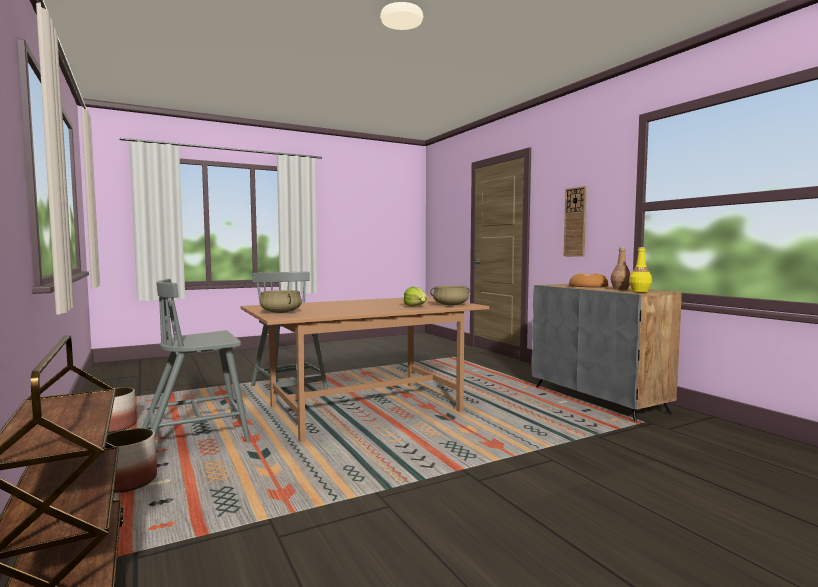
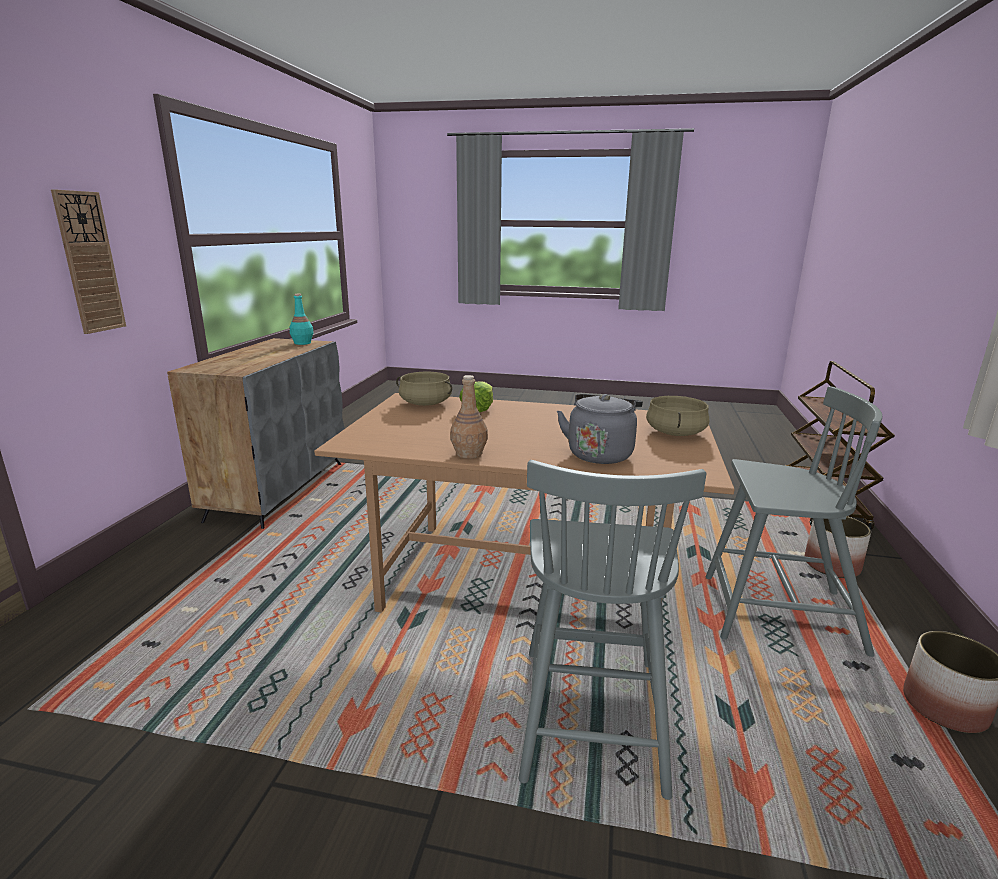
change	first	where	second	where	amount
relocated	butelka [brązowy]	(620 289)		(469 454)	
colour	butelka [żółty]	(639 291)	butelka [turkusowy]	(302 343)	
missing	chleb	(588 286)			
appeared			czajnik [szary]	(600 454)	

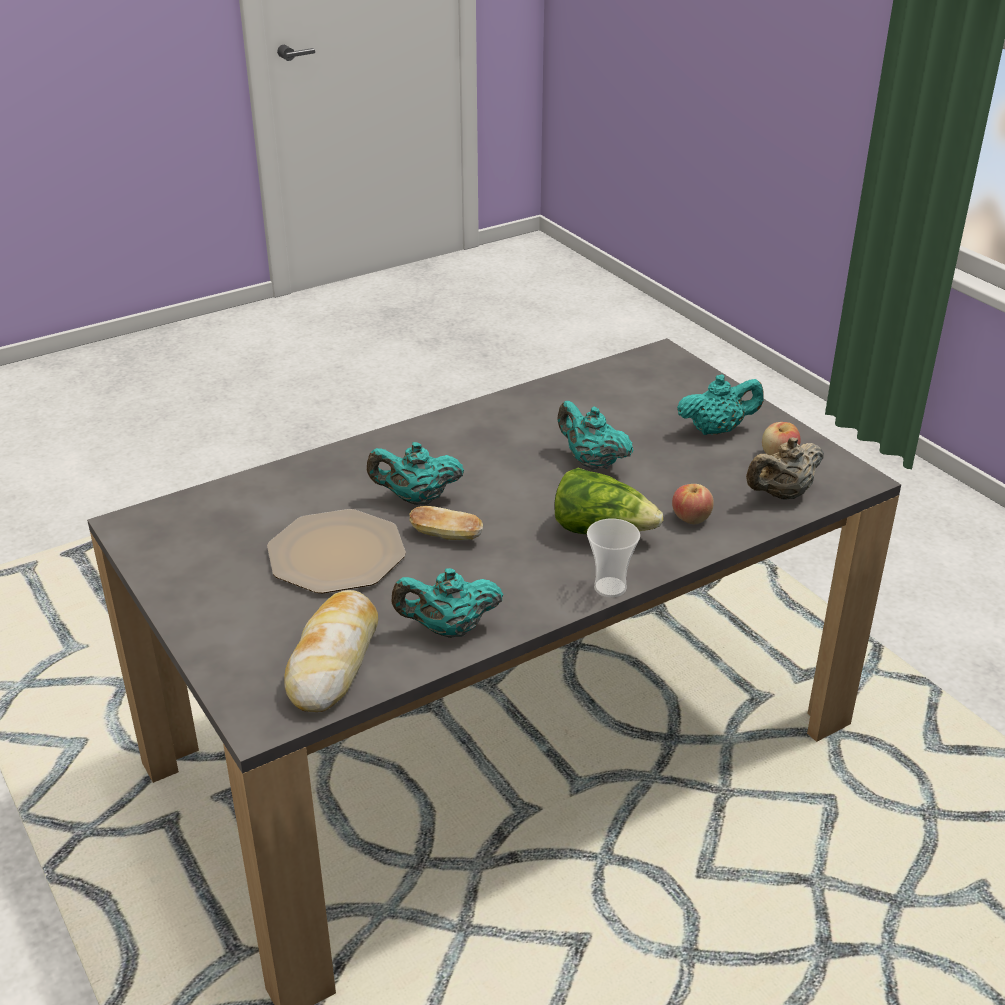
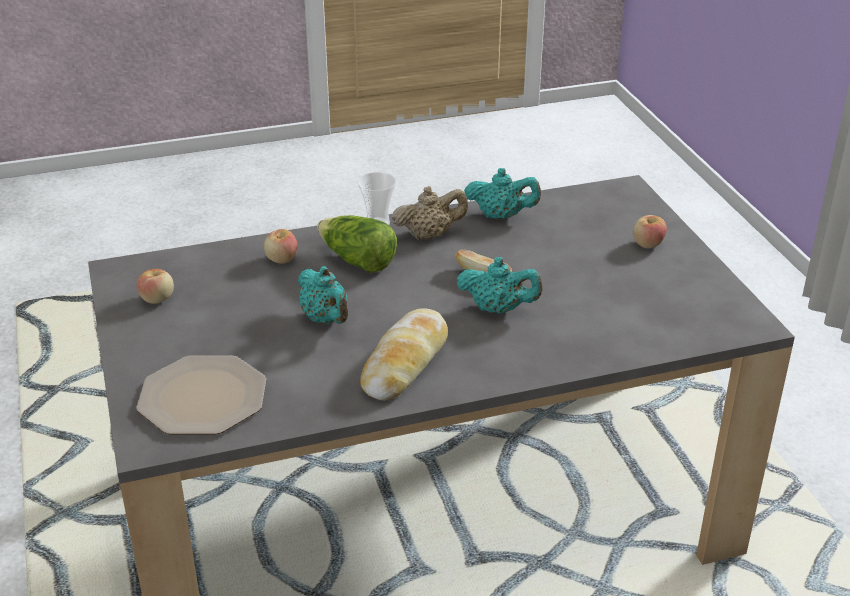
change	first	where	second	where	amount
missing	imbryk [turkusowy]	(717 430)			
relocated	imbryk [beżowy]	(782 494)		(429 235)	
relocated	talerz	(336 553)		(202 398)	
relocated	chleb	(334 660)		(405 363)	
appeared			jabłko	(647 244)	

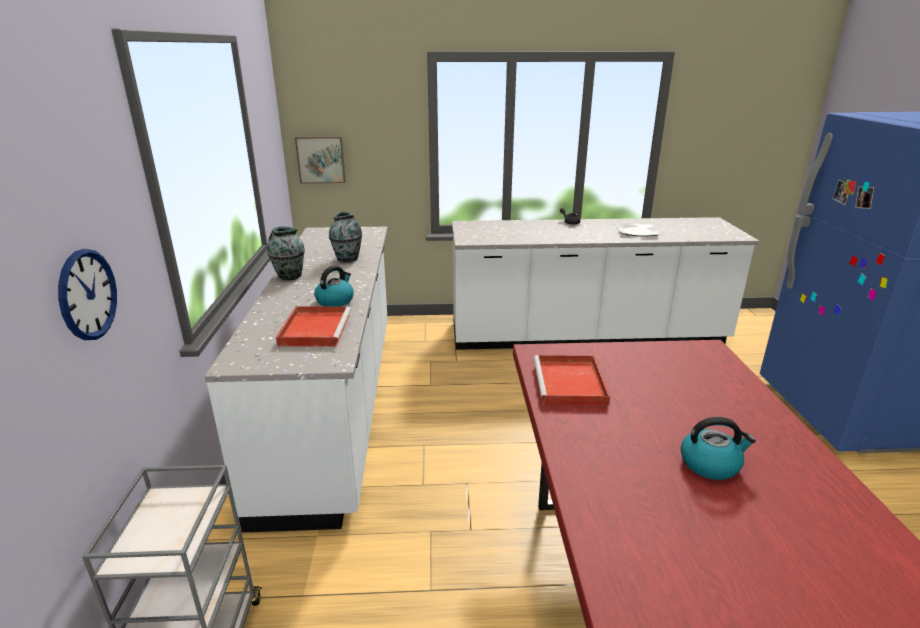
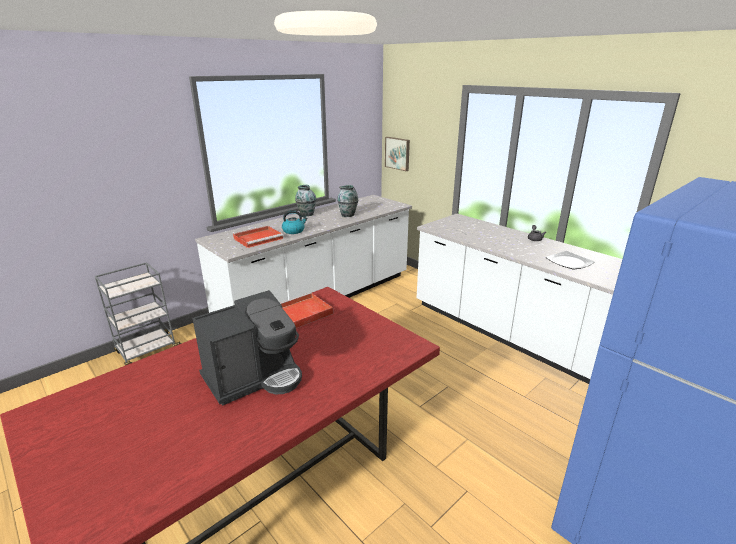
change	first	where	second	where	amount
missing	zegar ścienny	(88 294)			
exchanged	czajnik	(710 464)	ekspres do kawy	(254 377)	

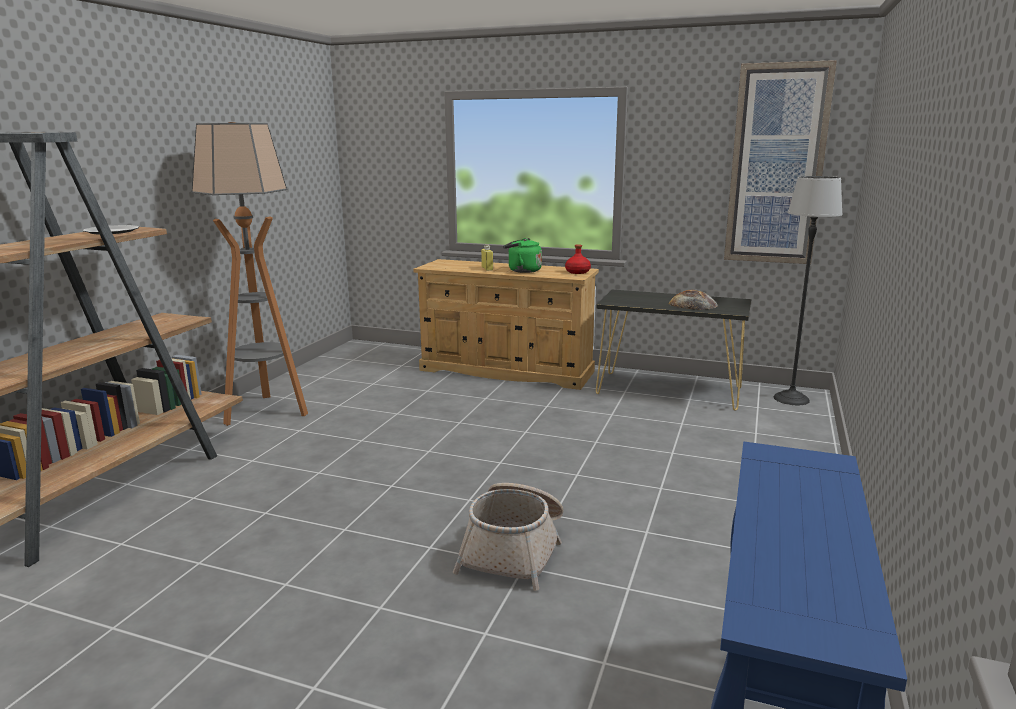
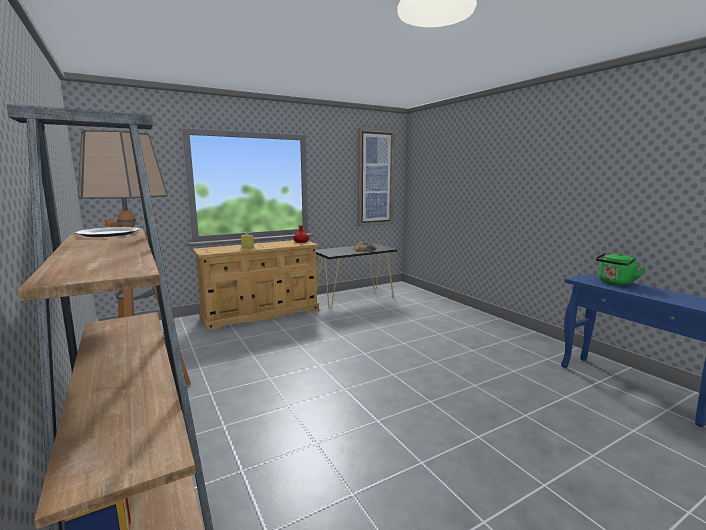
change	first	where	second	where	amount
missing	lampa stojąca	(791 399)			
relocated	czajnik [zielony]	(522 271)		(615 283)	
missing	koszyk	(514 550)			

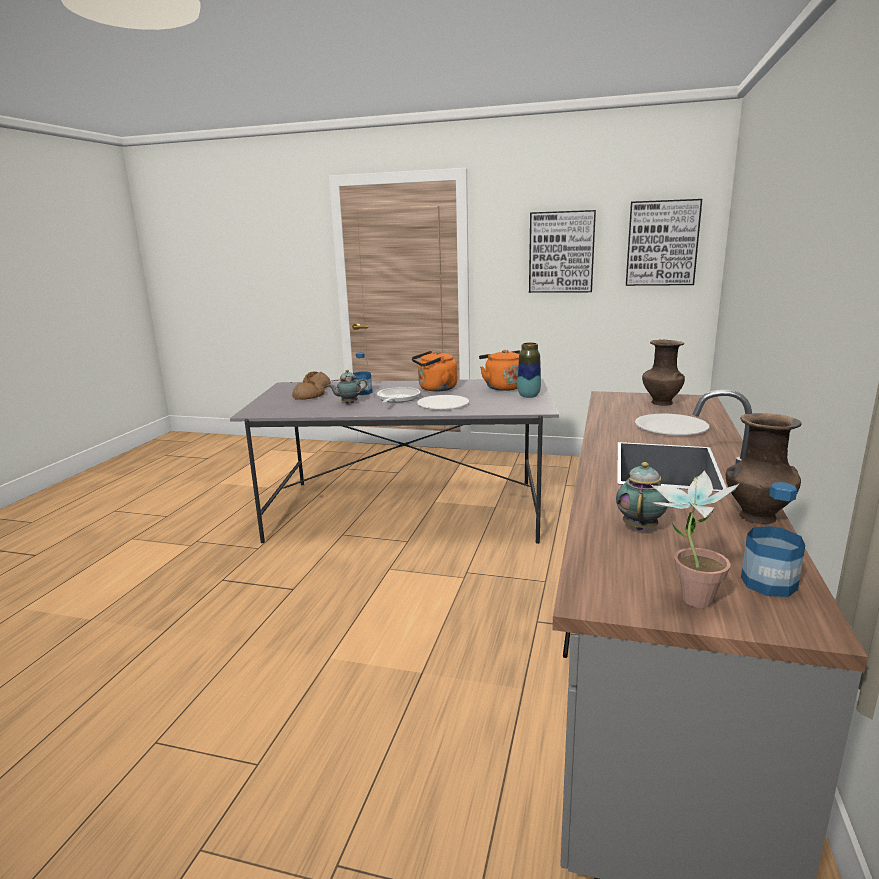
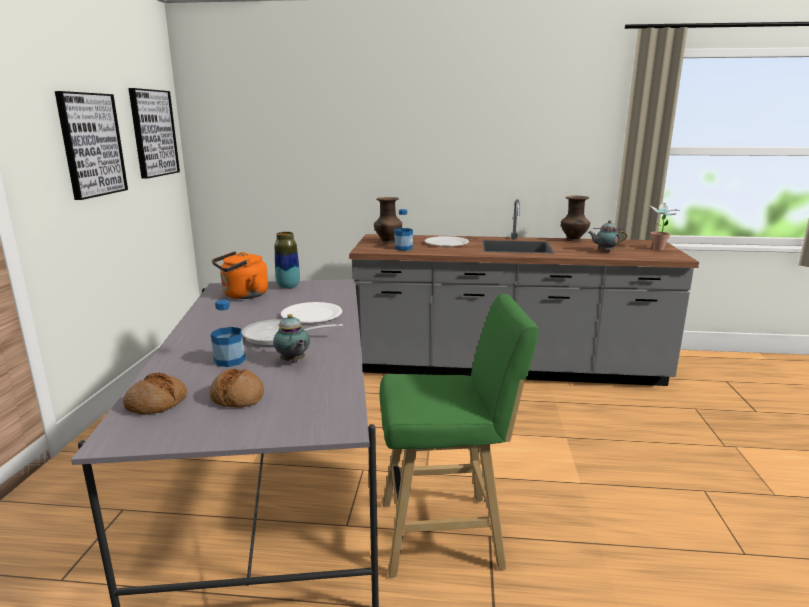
change	first	where	second	where	amount
missing	czajnik [pomarańczowy]	(435 389)			
relocated	butelka	(768 583)		(403 248)	
appeared			stołek [zielony]	(447 534)	

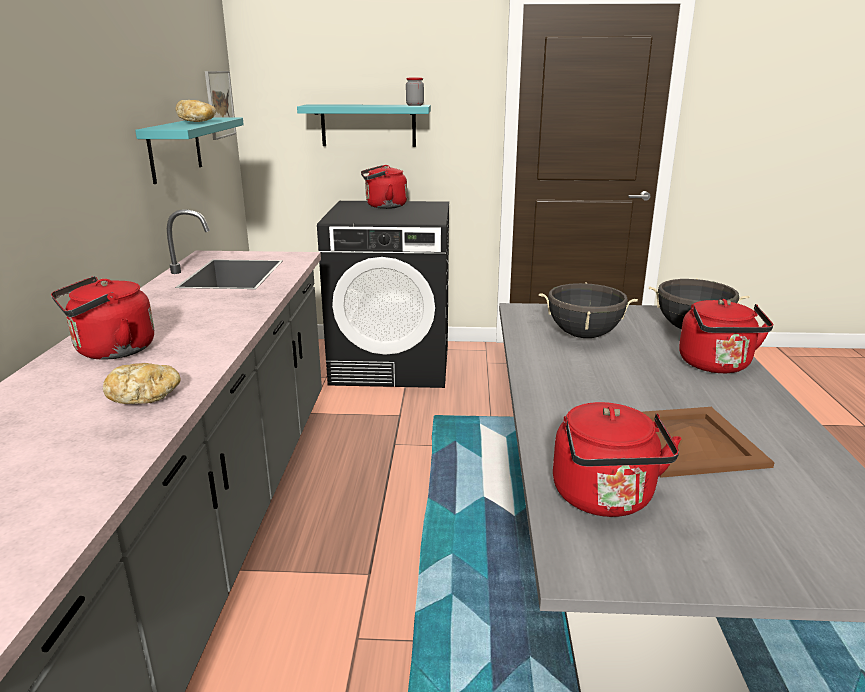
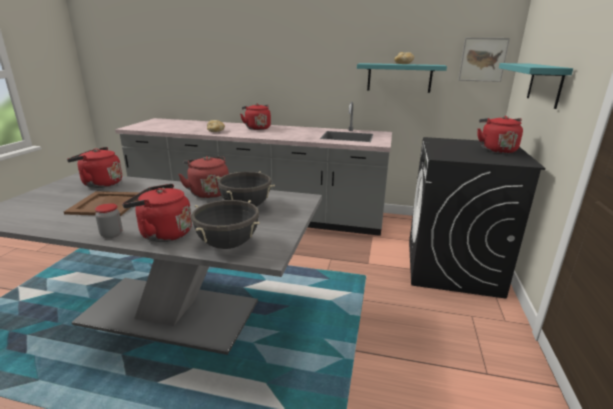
change	first	where	second	where	amount
relocated	słoik	(415 105)		(111 234)	
appeared			czajnik [czerwony]	(208 192)	

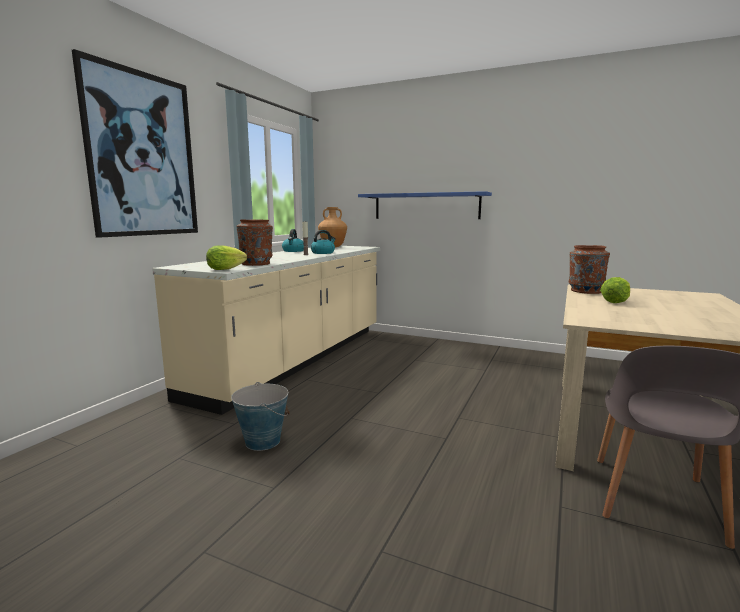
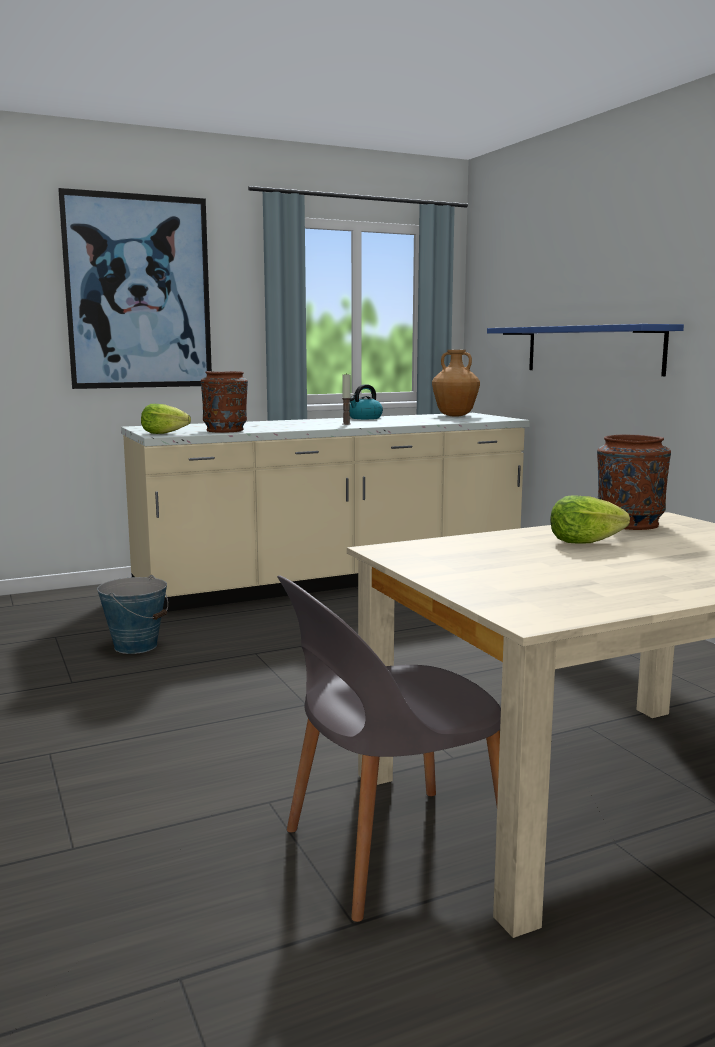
change	first	where	second	where	amount
missing	czajnik	(323 253)			

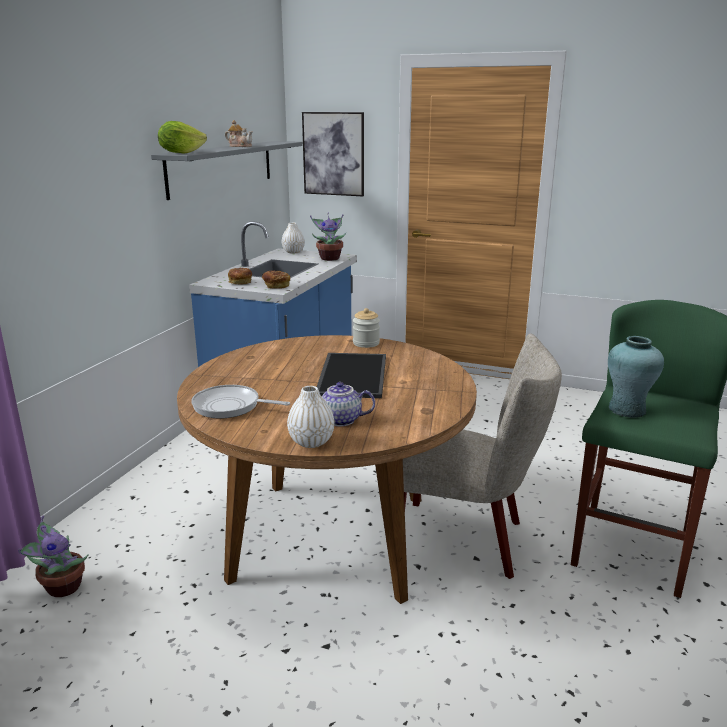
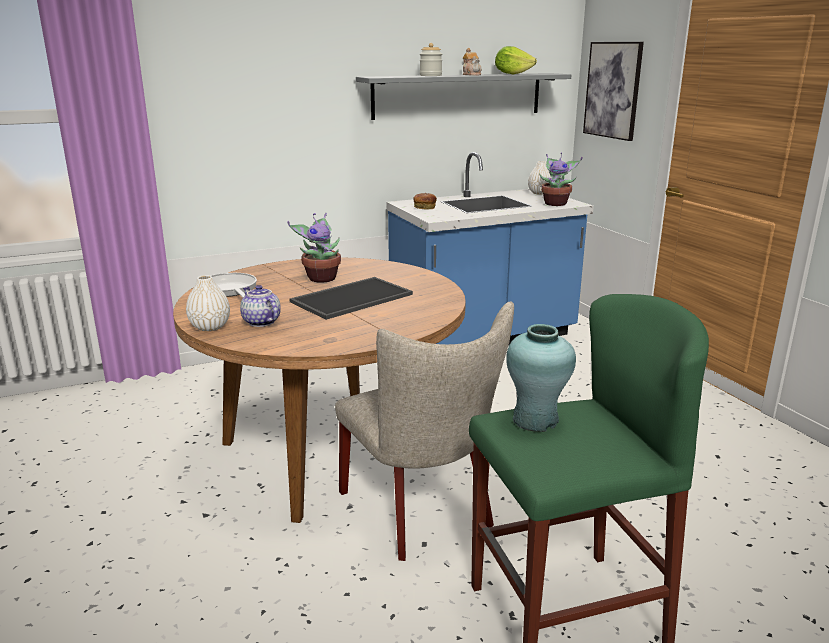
change	first	where	second	where	amount
relocated	sałata	(181 153)		(512 74)	
missing	chleb	(276 286)			
relocated	słoik	(366 343)		(430 75)	
relocated	roślina doniczkowa	(62 587)		(321 278)	

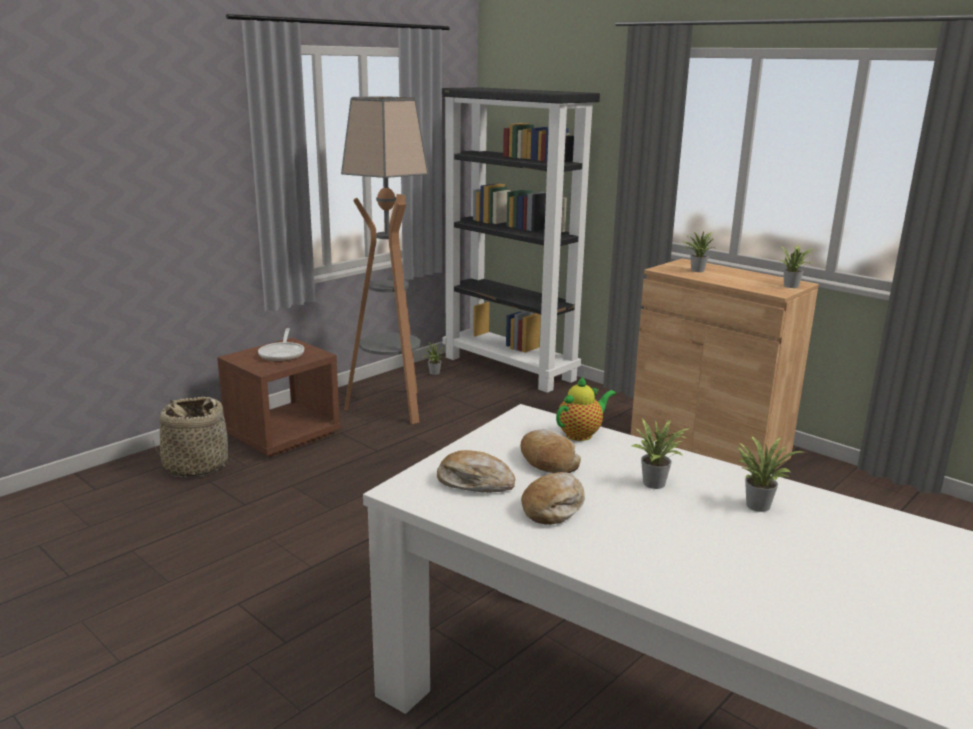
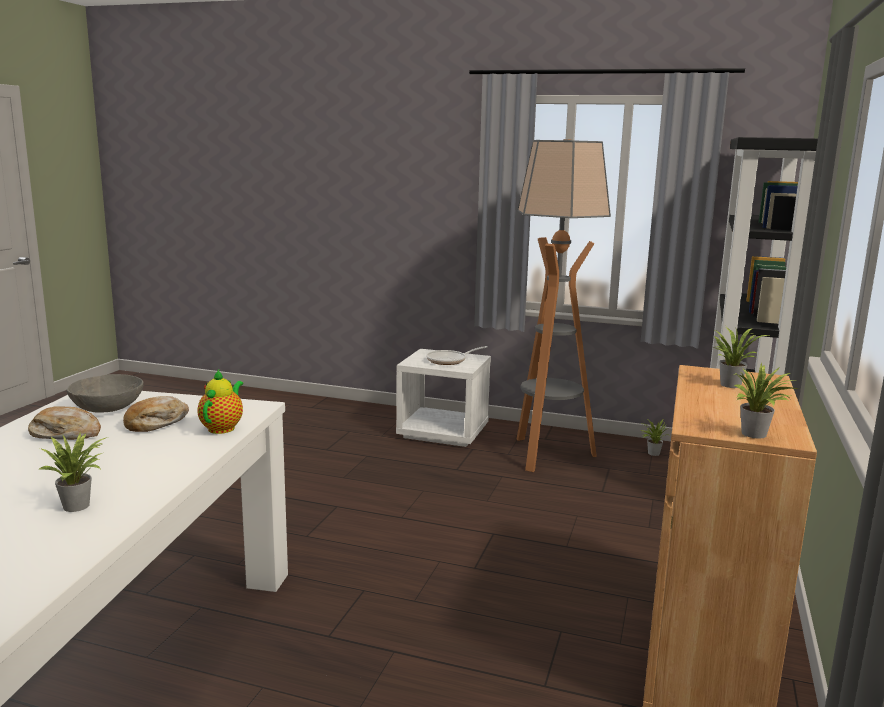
change	first	where	second	where	amount
colour	szafka nocna [brązowy]	(283 435)	szafka nocna [biały]	(443 432)	
spun	imbryk	(581 434)		(223 427)	105 degrees counterclockwise
missing	koszyk	(196 466)			
missing	roślina doniczkowa	(657 483)			
exchanged	chleb	(475 482)	miska [szary]	(108 408)	

